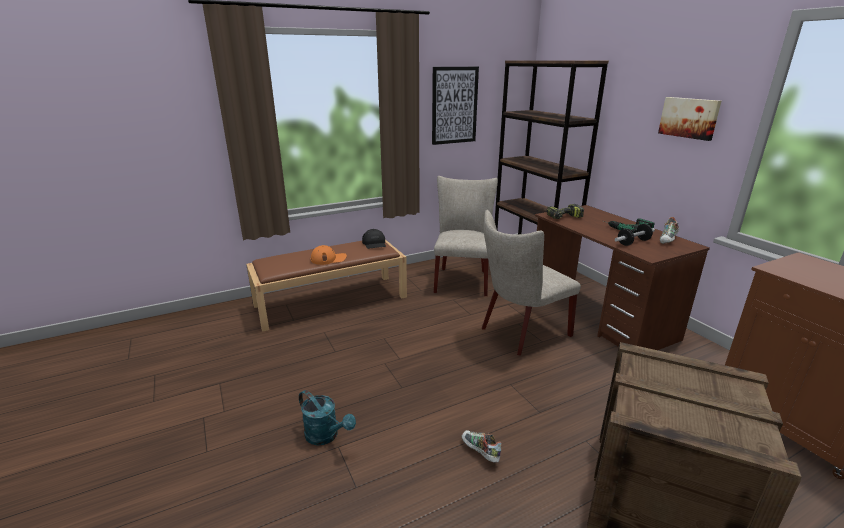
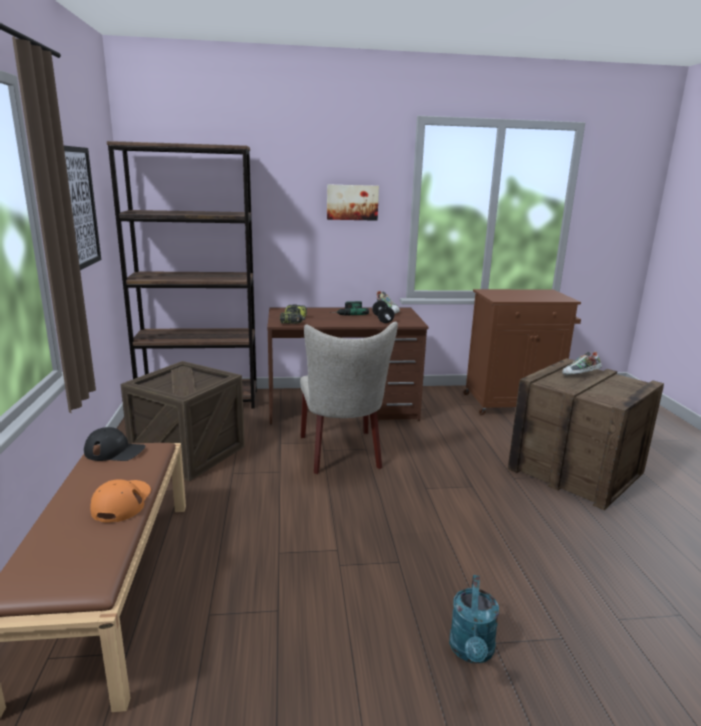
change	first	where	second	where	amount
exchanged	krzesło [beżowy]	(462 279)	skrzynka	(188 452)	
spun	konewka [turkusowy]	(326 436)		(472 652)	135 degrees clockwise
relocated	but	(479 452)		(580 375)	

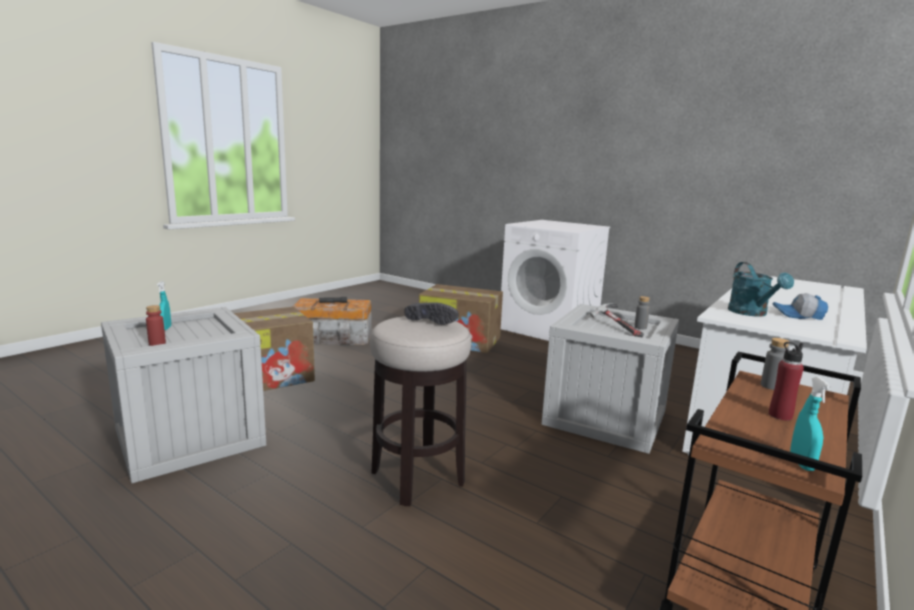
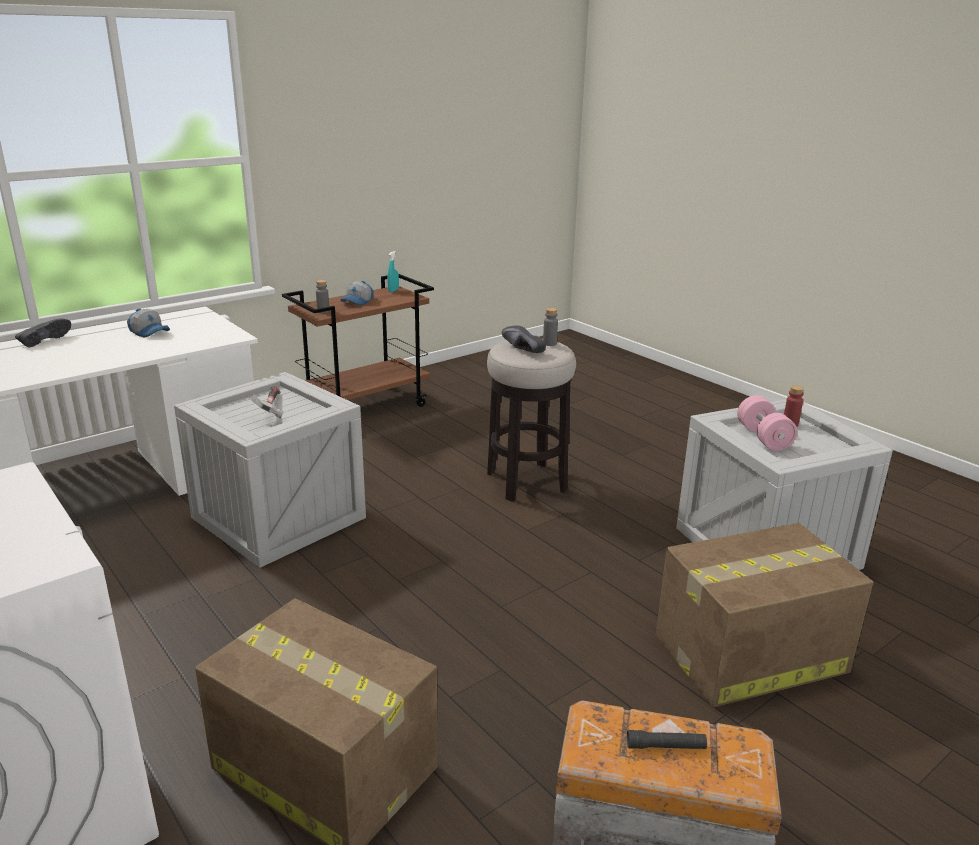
change	first	where	second	where	amount
missing	konewka [turkusowy]	(751 313)			
missing	spryskiwacz [turkusowy]	(165 328)			
relocated	butelka [szary]	(640 327)		(549 343)	
exchanged	butelka [czerwony]	(780 415)	czapka z daszkiem	(358 301)	
appeared			but [czarny]	(44 340)	
appeared			hantel [różowy]	(763 437)	

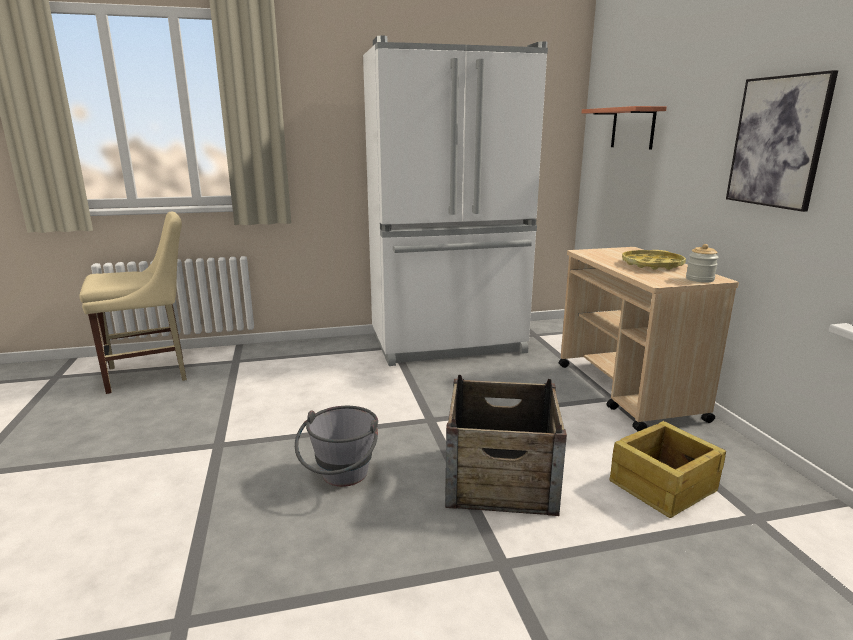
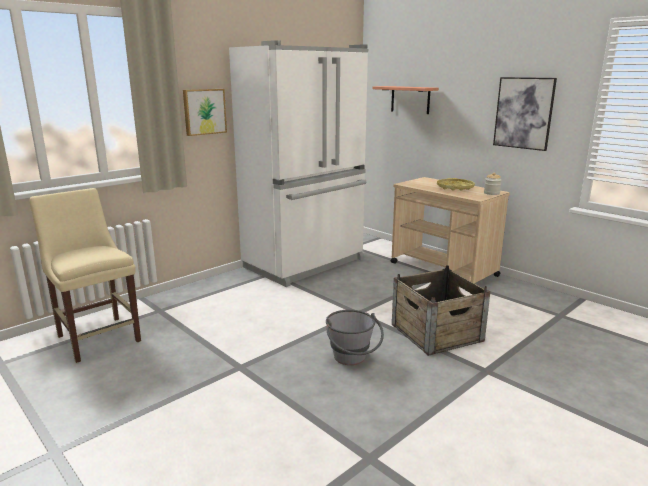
change	first	where	second	where	amount
spun	krzesło [beżowy]	(153 373)		(98 336)	75 degrees counterclockwise
missing	skrzynka	(661 485)			
appeared			obraz	(204 111)	

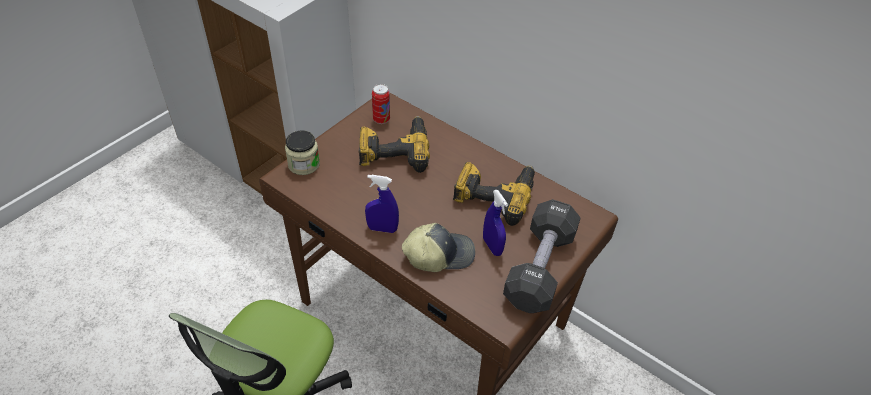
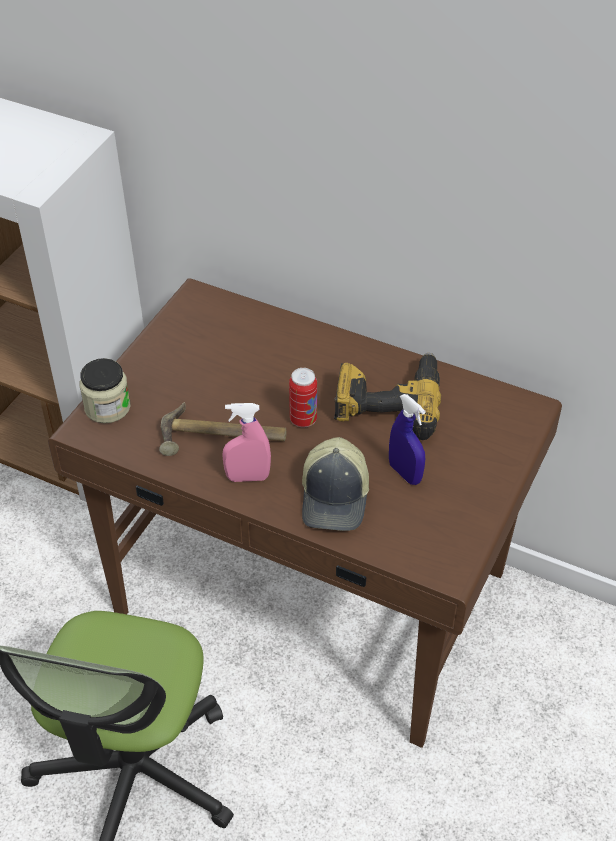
change	first	where	second	where	amount
relocated	puszka	(381 119)		(303 420)	
missing	wiertarka	(394 150)			
colour	spryskiwacz [niebieski]	(382 229)	spryskiwacz [różowy]	(247 477)	
missing	hantel [czarny]	(539 268)			
spun	czapka z daszkiem	(439 254)		(336 497)	120 degrees clockwise
appeared			młotek	(222 439)	

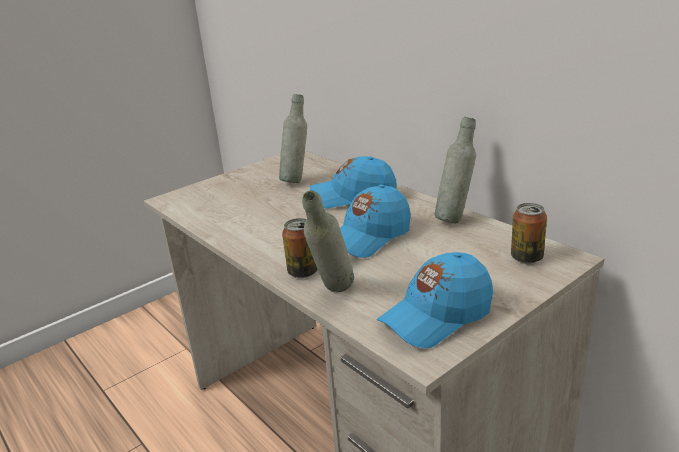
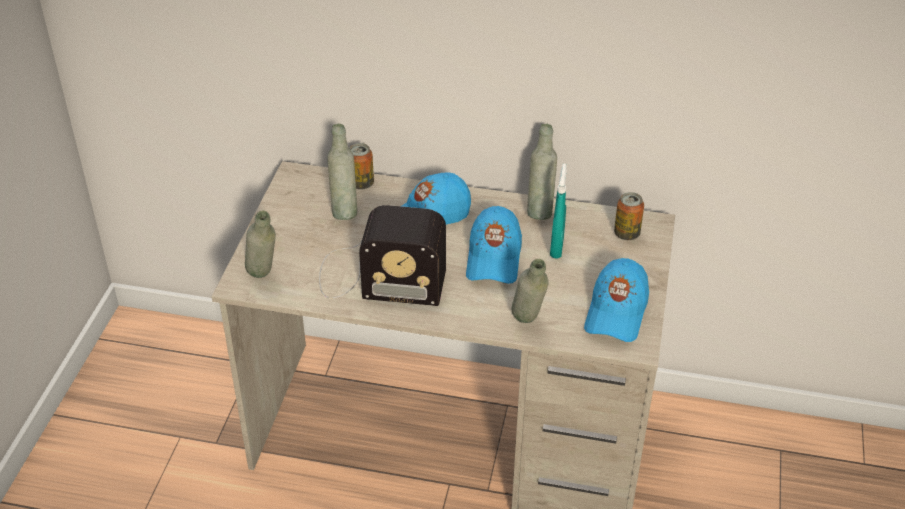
change	first	where	second	where	amount
relocated	puszka	(303 272)		(361 183)	
appeared			spryskiwacz [turkusowy]	(556 248)	
appeared			radio	(377 277)	
appeared			butelka [szary]	(264 279)	

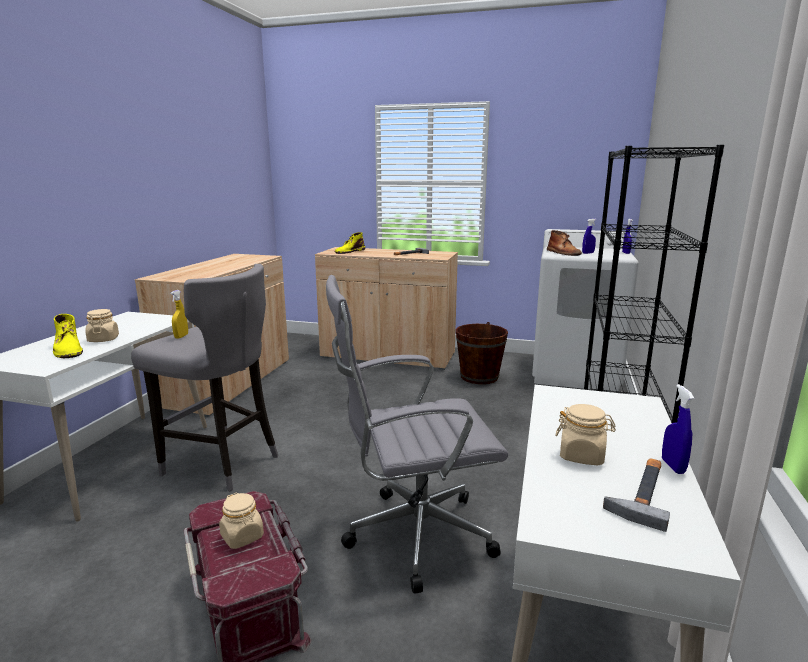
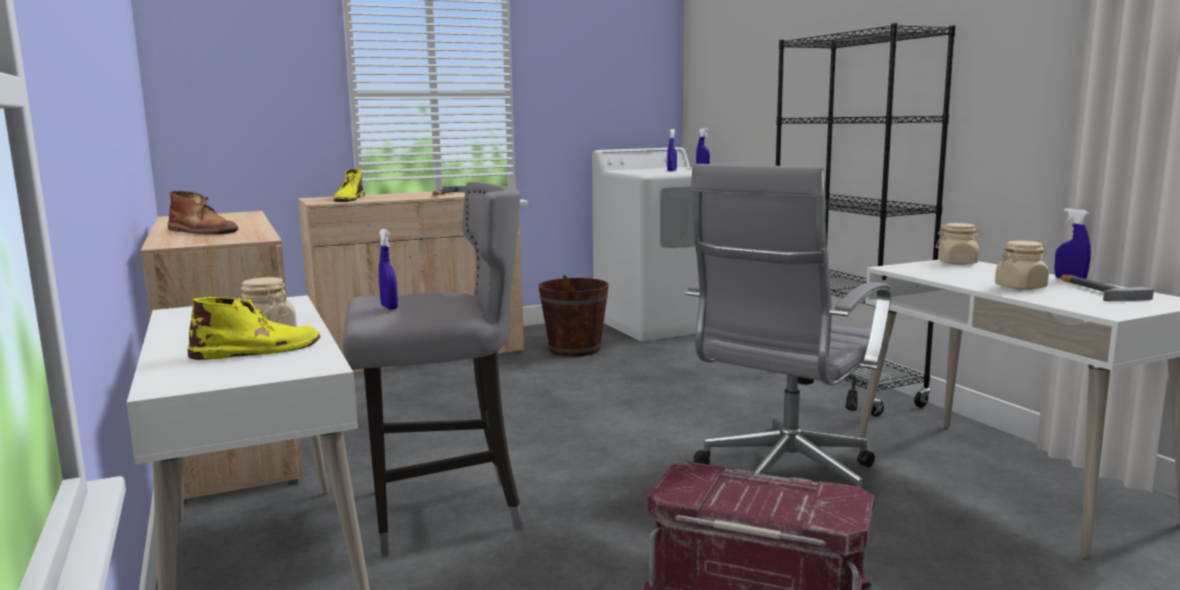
change	first	where	second	where	amount
relocated	but z cholewką [brązowy]	(563 253)		(202 231)	
colour	spryskiwacz [żółty]	(181 336)	spryskiwacz [niebieski]	(389 307)	
spun	but z cholewką [żółty]	(68 350)		(258 350)	45 degrees counterclockwise
relocated	słoik [beżowy]	(242 537)		(957 263)	

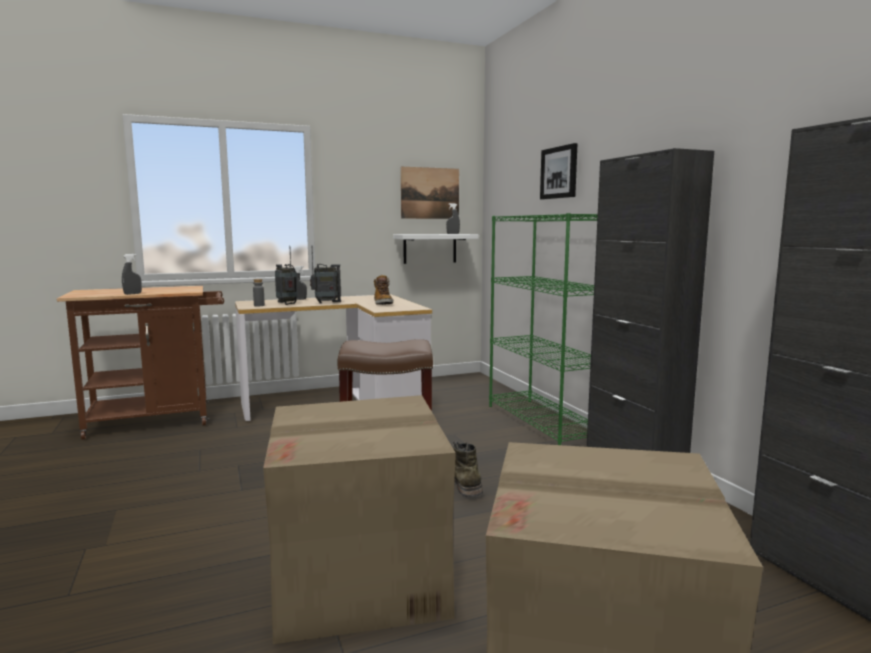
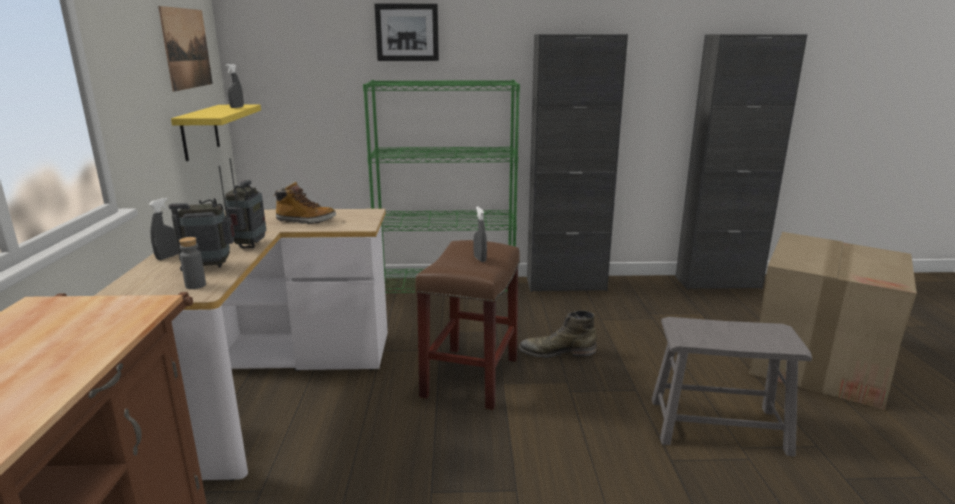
change	first	where	second	where	amount
colour	półka [biały]	(430 248)	półka [żółty]	(200 132)	
relocated	spryskiwacz [szary]	(132 294)		(480 259)	
exchanged	karton	(361 577)	stołek [szary]	(718 425)	

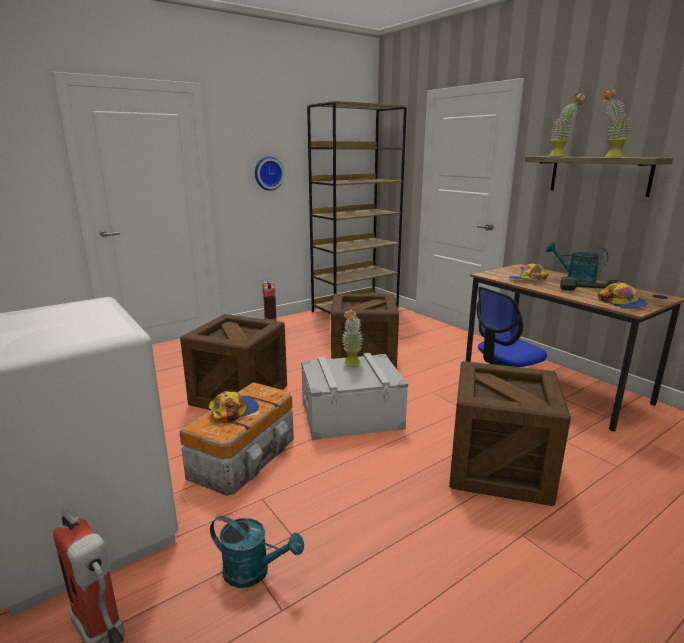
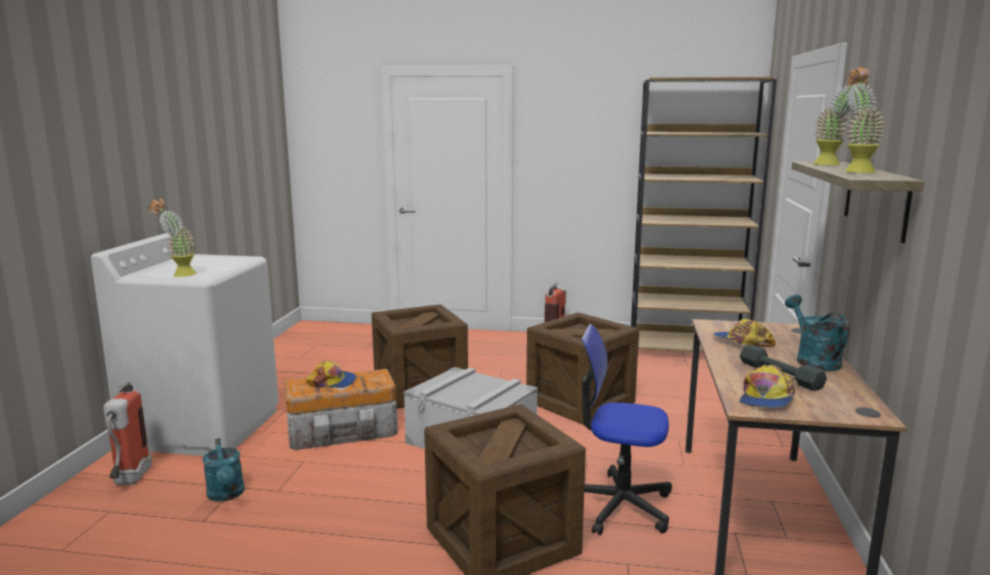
change	first	where	second	where	amount
missing	zegar ścienny	(268 173)			
relocated	roślina doniczkowa	(351 364)		(178 275)	

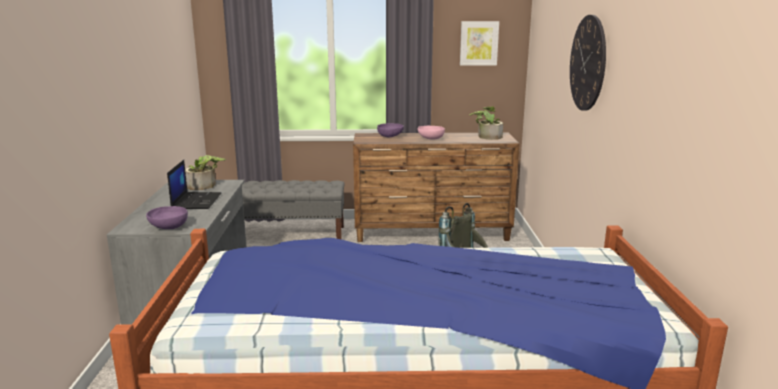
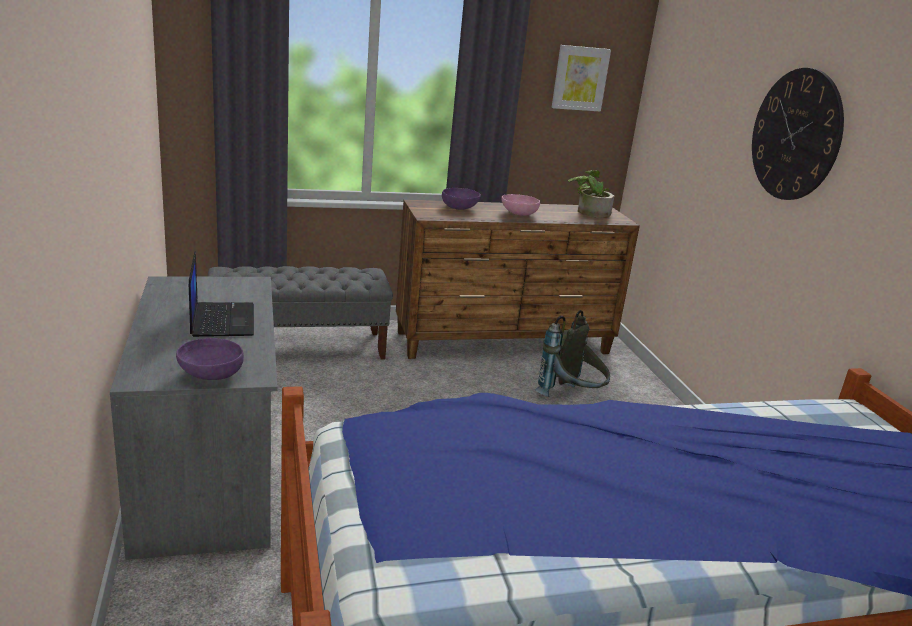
change	first	where	second	where	amount
missing	roślina doniczkowa	(205 185)			

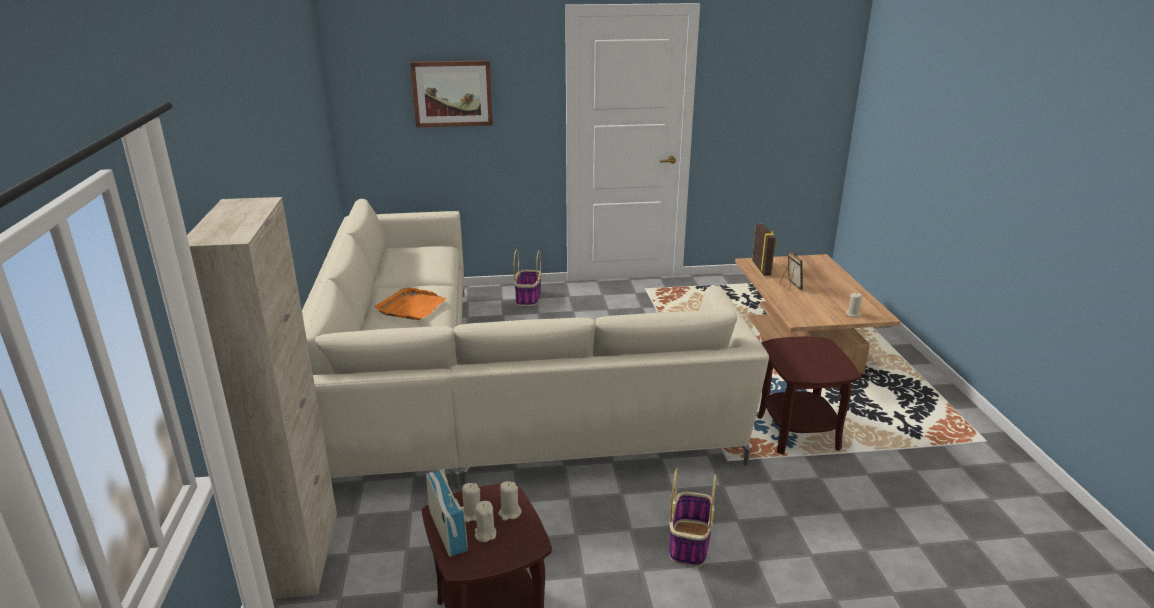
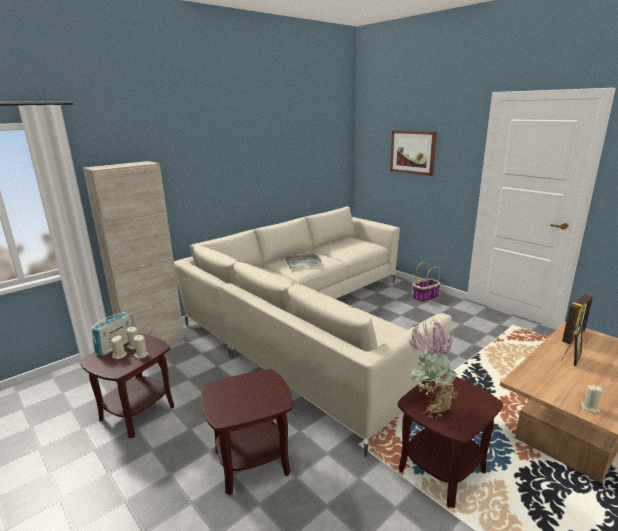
change	first	where	second	where	amount
colour	taca [pomarańczowy]	(411 307)	taca [szary]	(302 262)	
exchanged	koszyk	(689 542)	stolik [brązowy]	(252 461)	
appeared			roślina doniczkowa	(430 405)	

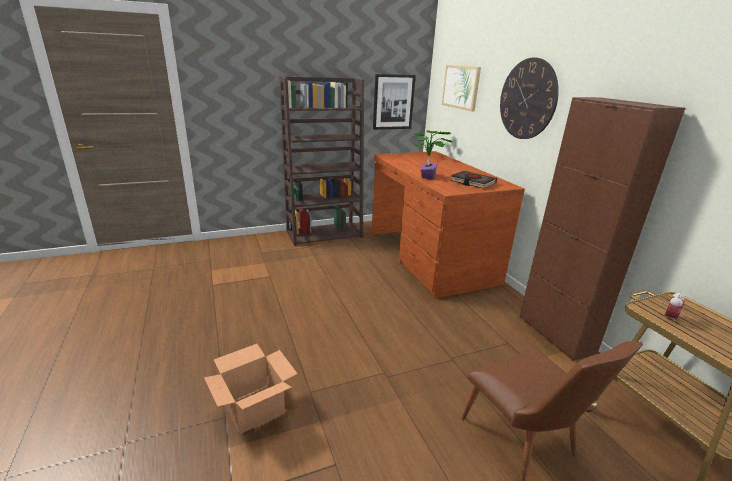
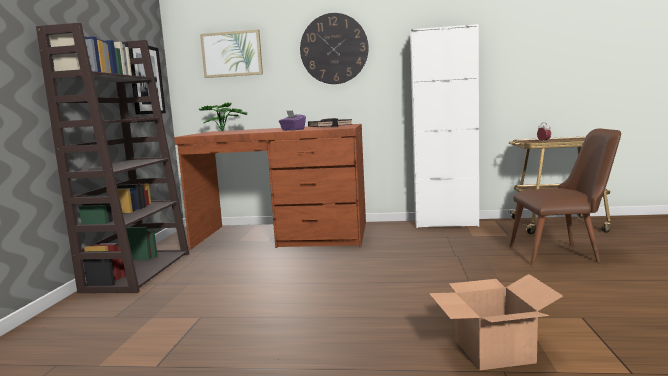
change	first	where	second	where	amount
colour	szafka [brązowy]	(555 334)	szafka [biały]	(446 223)	

